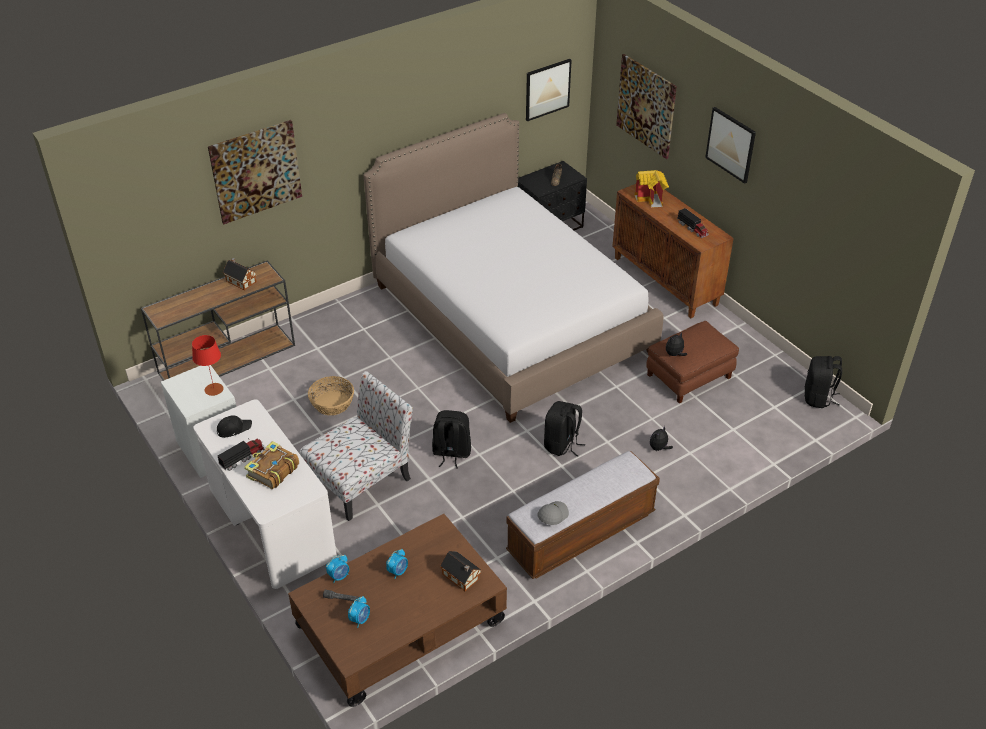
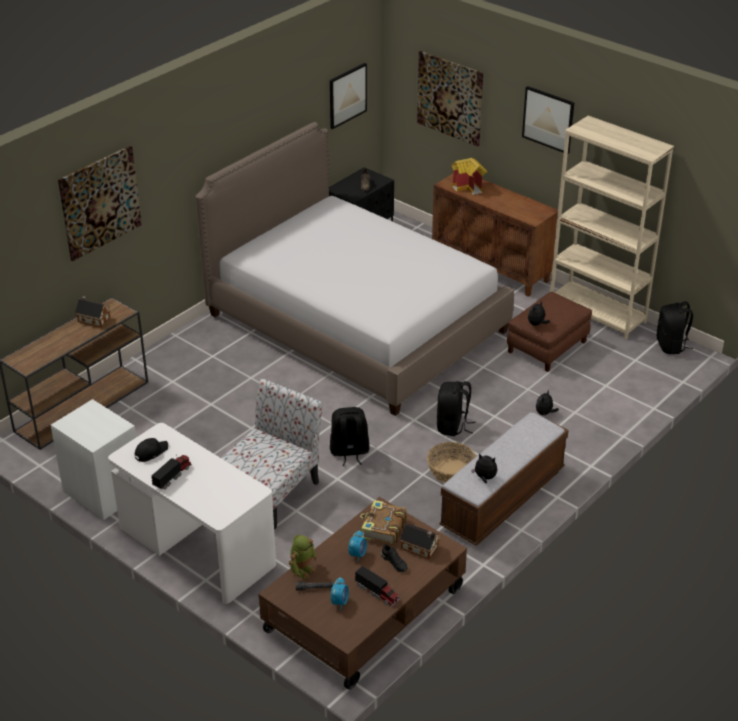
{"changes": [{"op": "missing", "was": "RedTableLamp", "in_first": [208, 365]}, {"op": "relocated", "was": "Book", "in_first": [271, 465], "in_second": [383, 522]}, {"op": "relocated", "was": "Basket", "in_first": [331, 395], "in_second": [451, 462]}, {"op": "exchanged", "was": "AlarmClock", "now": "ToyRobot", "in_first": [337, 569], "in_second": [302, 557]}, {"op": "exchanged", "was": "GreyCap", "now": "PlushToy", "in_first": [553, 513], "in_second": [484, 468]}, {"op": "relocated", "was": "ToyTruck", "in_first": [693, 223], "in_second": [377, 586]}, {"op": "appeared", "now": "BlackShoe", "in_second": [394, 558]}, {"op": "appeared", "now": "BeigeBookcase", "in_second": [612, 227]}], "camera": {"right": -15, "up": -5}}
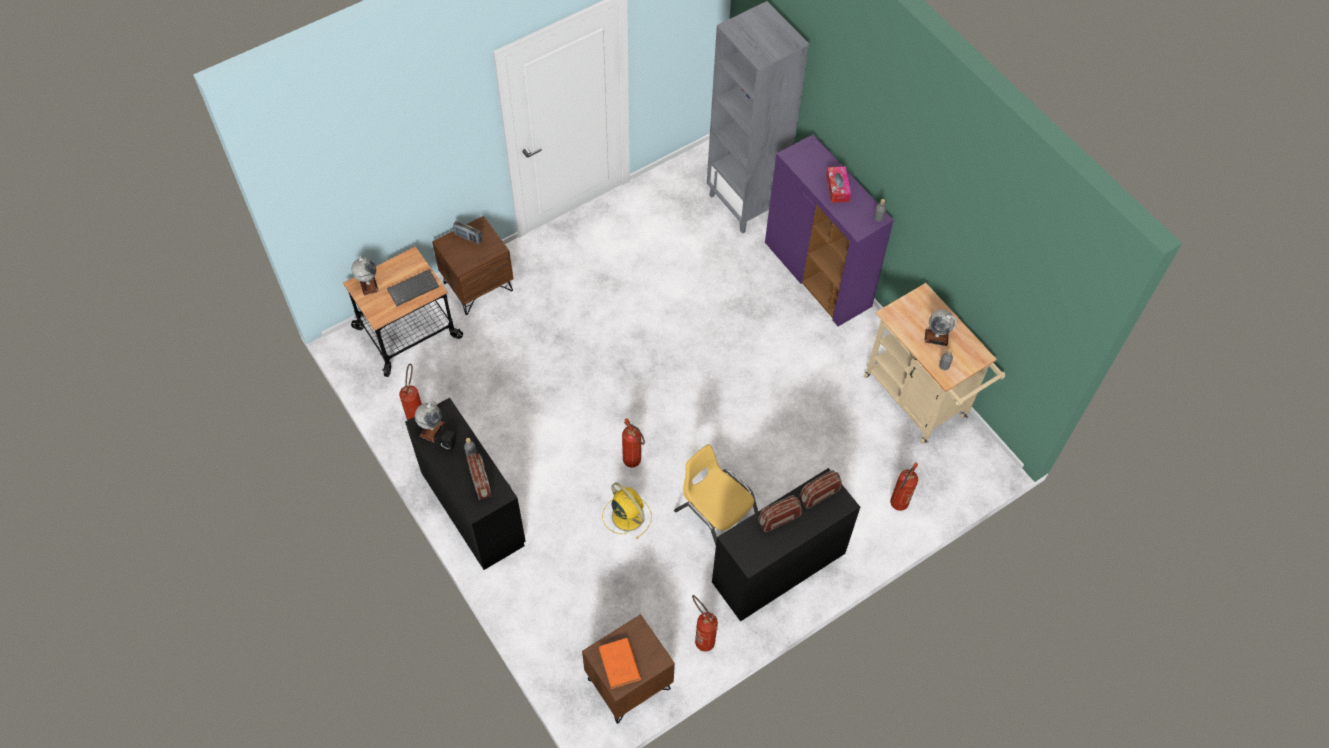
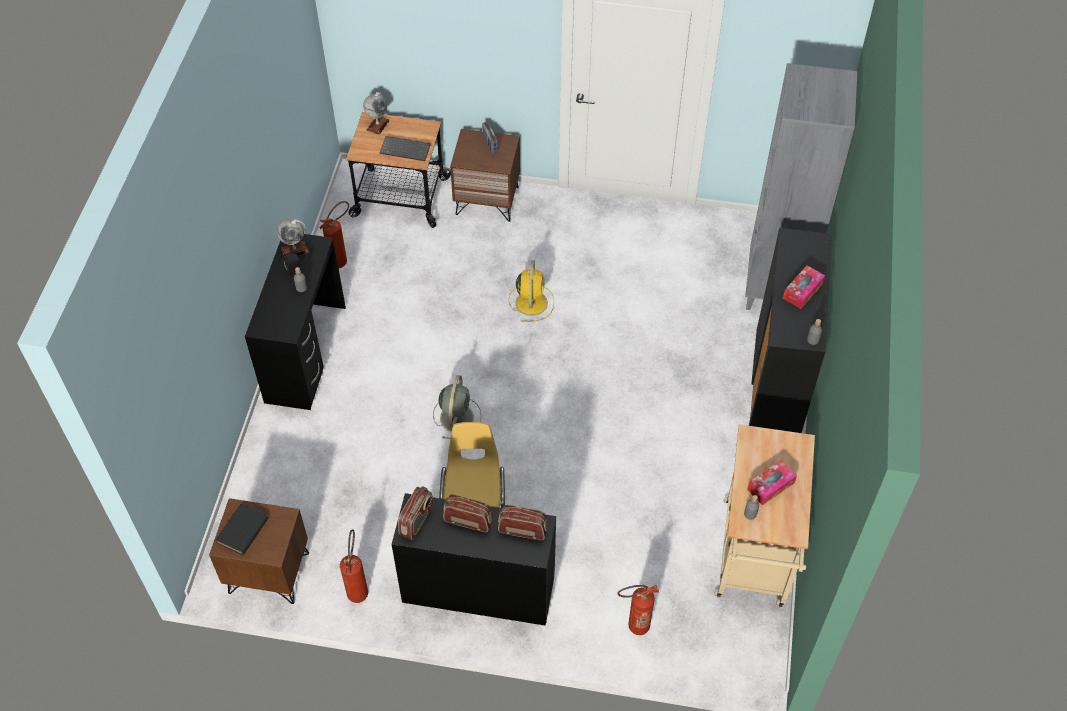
{"changes": [{"op": "relocated", "was": "Radio", "in_first": [479, 476], "in_second": [416, 513]}, {"op": "colour", "was": "OrangeBook", "now": "BlackBook", "in_first": [620, 663], "in_second": [241, 529]}, {"op": "relocated", "was": "YellowFan", "in_first": [627, 510], "in_second": [531, 291]}, {"op": "exchanged", "was": "FireExtinguisher", "now": "GreyFan", "in_first": [633, 443], "in_second": [457, 407]}, {"op": "colour", "was": "PurpleCabinet", "now": "BlackCabinet", "in_first": [829, 230], "in_second": [790, 330]}, {"op": "exchanged", "was": "Globe", "now": "TissueBox", "in_first": [940, 328], "in_second": [772, 482]}], "camera": {"right": 45, "up": -5}}
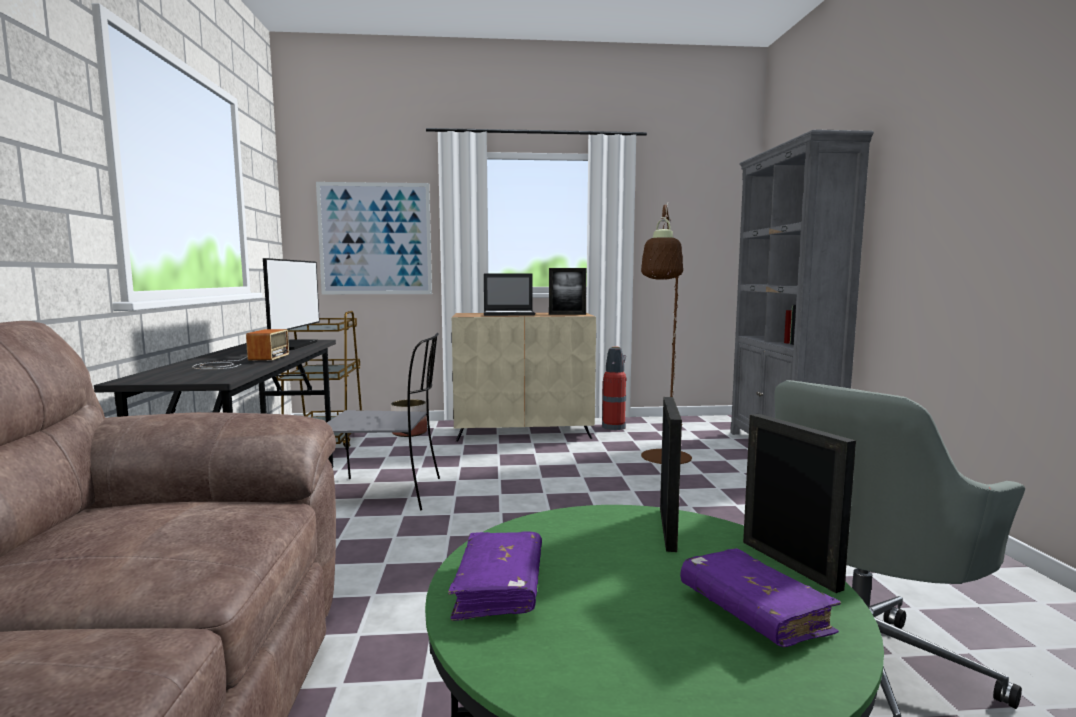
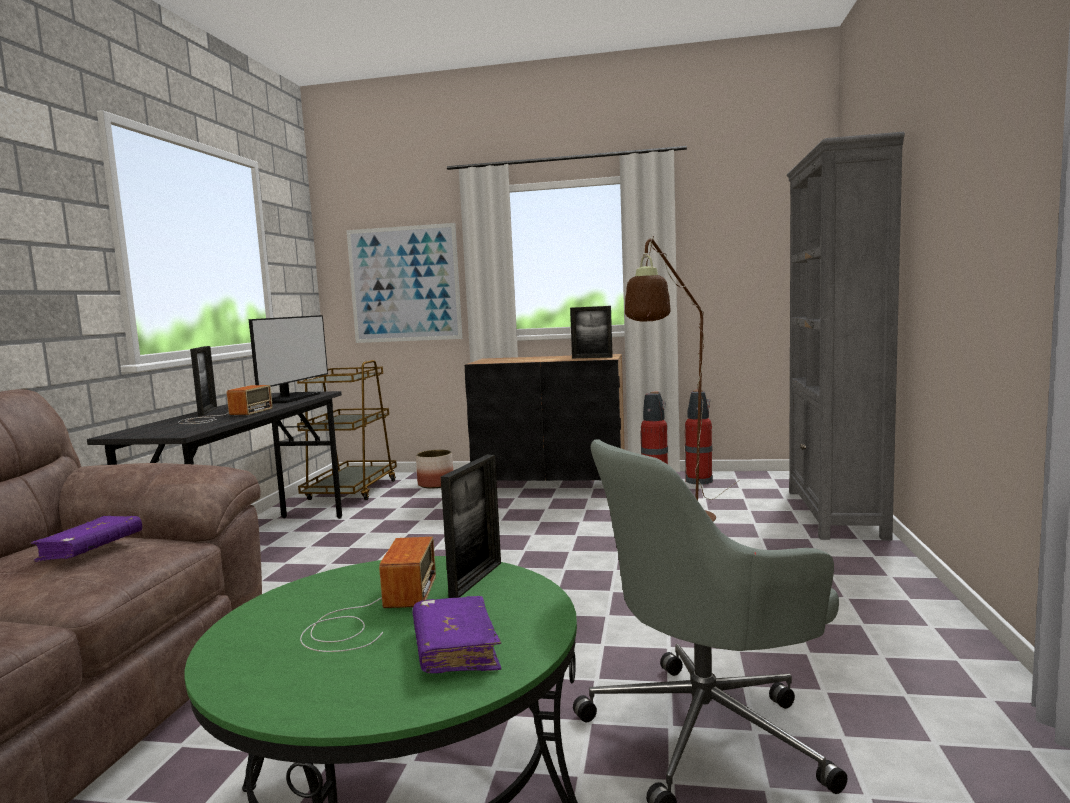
{"changes": [{"op": "missing", "was": "GreyChair", "in_first": [383, 422]}, {"op": "relocated", "was": "PurpleBook", "in_first": [495, 576], "in_second": [86, 539]}, {"op": "colour", "was": "BeigeCabinet", "now": "BlackCabinet", "in_first": [523, 377], "in_second": [545, 417]}, {"op": "missing", "was": "Laptop", "in_first": [509, 295]}, {"op": "relocated", "was": "PictureFrame", "in_first": [799, 503], "in_second": [203, 381]}, {"op": "appeared", "now": "Radio", "in_second": [368, 594]}, {"op": "appeared", "now": "FireExtinguisher", "in_second": [698, 437]}], "camera": {"right": 15, "up": 0}}
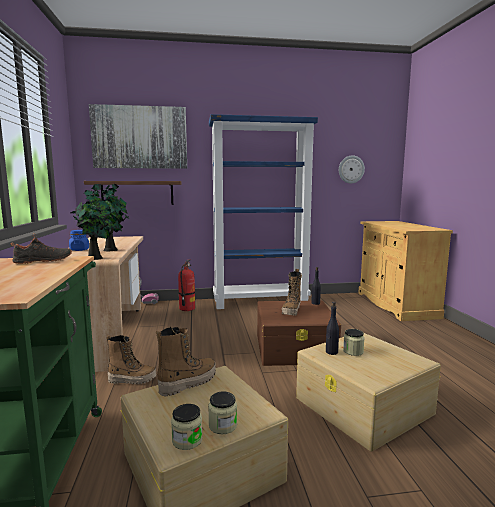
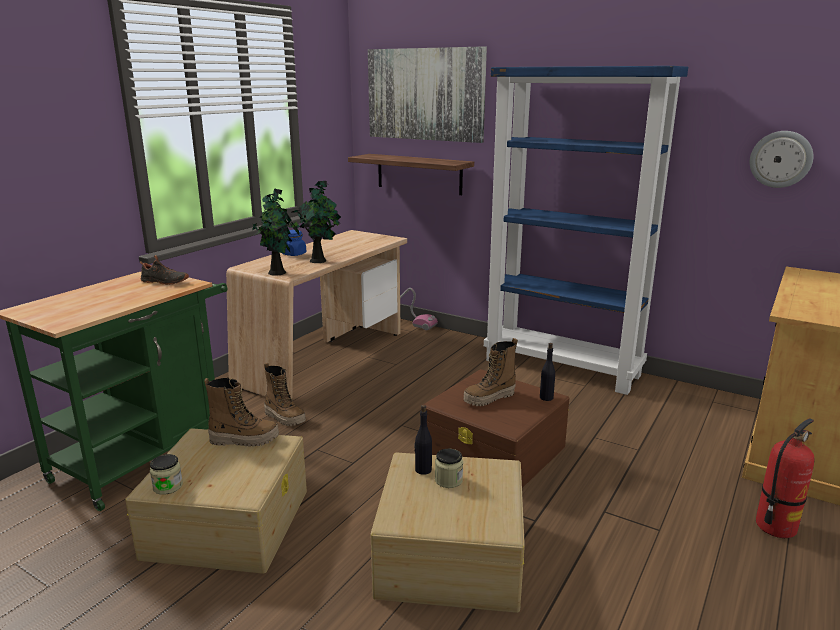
{"changes": [{"op": "relocated", "was": "FireExtinguisher", "in_first": [186, 285], "in_second": [785, 478]}, {"op": "missing", "was": "Jar", "in_first": [222, 412]}], "camera": {"right": 40, "up": 10}}
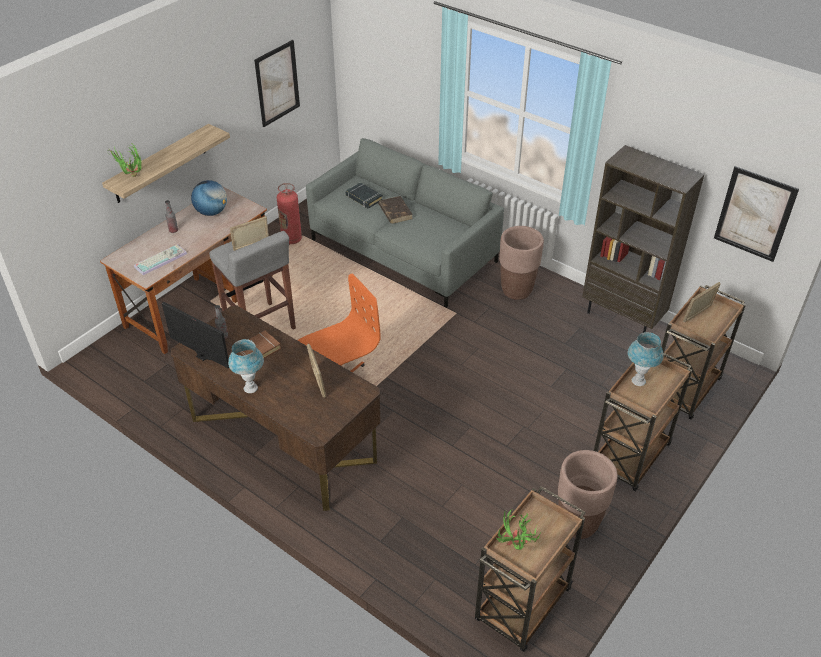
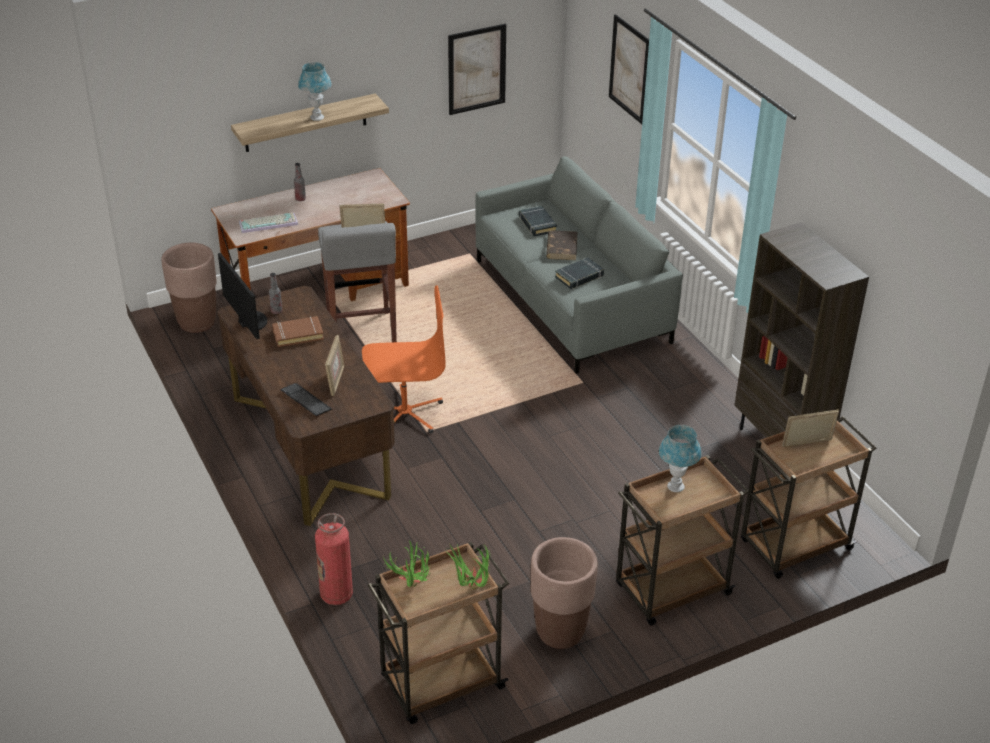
{"changes": [{"op": "relocated", "was": "PottedPlant", "in_first": [124, 161], "in_second": [467, 566]}, {"op": "missing", "was": "Globe", "in_first": [209, 198]}, {"op": "relocated", "was": "BlueTableLamp", "in_first": [246, 366], "in_second": [315, 91]}, {"op": "relocated", "was": "FireExtinguisher", "in_first": [289, 213], "in_second": [334, 559]}, {"op": "relocated", "was": "BrownPlanter", "in_first": [521, 263], "in_second": [189, 288]}, {"op": "relocated", "was": "Picture", "in_first": [756, 214], "in_second": [629, 69]}, {"op": "appeared", "now": "Keyboard", "in_second": [306, 400]}, {"op": "appeared", "now": "BlackBook", "in_second": [579, 273]}], "camera": {"right": 25, "up": -5}}
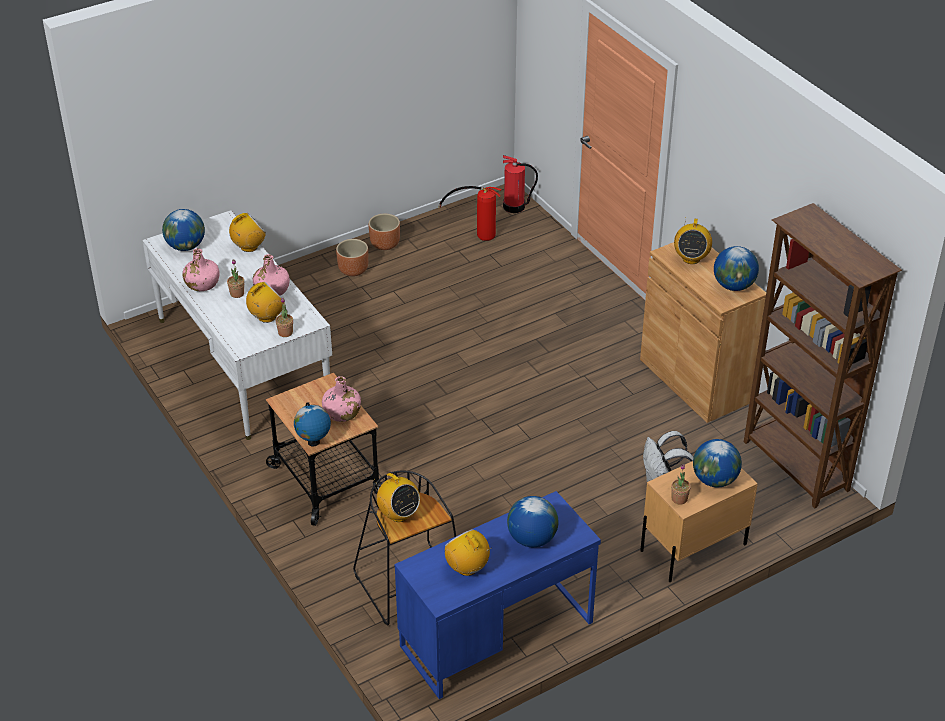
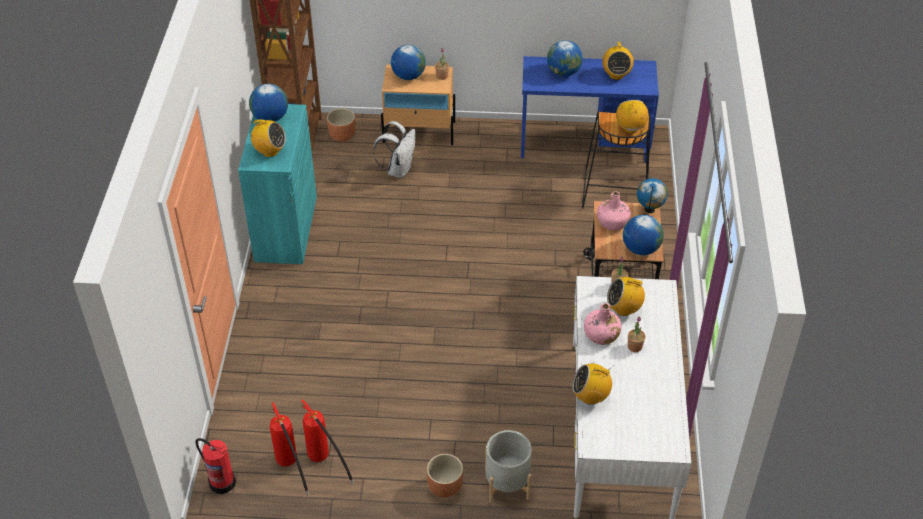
{"changes": [{"op": "relocated", "was": "Globe", "in_first": [183, 230], "in_second": [643, 235]}, {"op": "missing", "was": "PinkBottle", "in_first": [200, 269]}, {"op": "relocated", "was": "BrownPlanter", "in_first": [384, 232], "in_second": [341, 124]}, {"op": "colour", "was": "BrownCabinet", "now": "TurquoiseCabinet", "in_first": [703, 332], "in_second": [277, 184]}, {"op": "spun", "was": "Radio", "in_first": [693, 241], "in_second": [267, 138], "clockwise": 60}, {"op": "appeared", "now": "FireExtinguisher", "in_second": [327, 442]}, {"op": "appeared", "now": "GreyPlanter", "in_second": [508, 466]}], "camera": {"right": -145, "up": 5}}
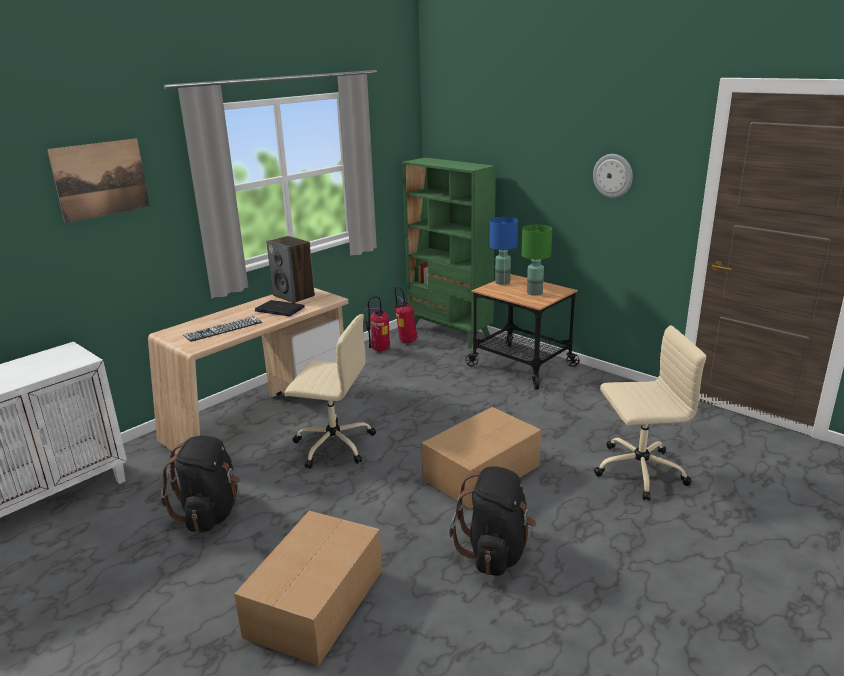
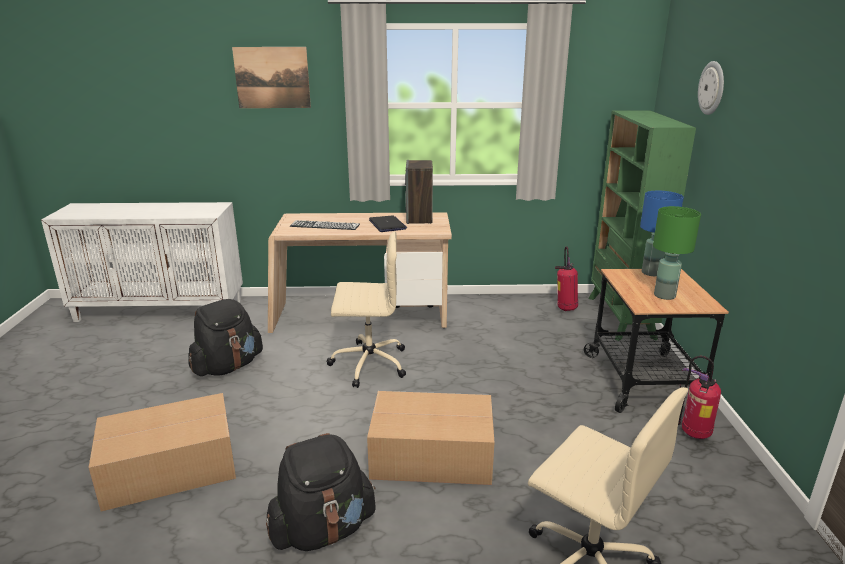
{"changes": [{"op": "spun", "was": "BeigeOfficeChair", "in_first": [330, 391], "in_second": [366, 309], "clockwise": -60}, {"op": "relocated", "was": "FireExtinguisher", "in_first": [377, 324], "in_second": [699, 397]}, {"op": "relocated", "was": "WallClock", "in_first": [613, 176], "in_second": [711, 88]}], "camera": {"right": 45, "up": 0}}
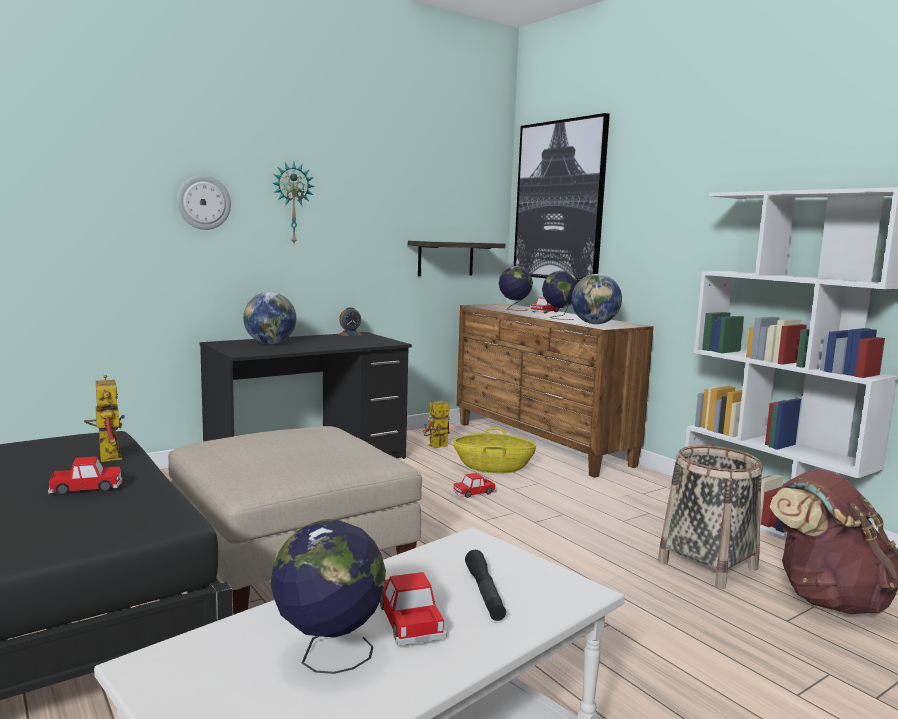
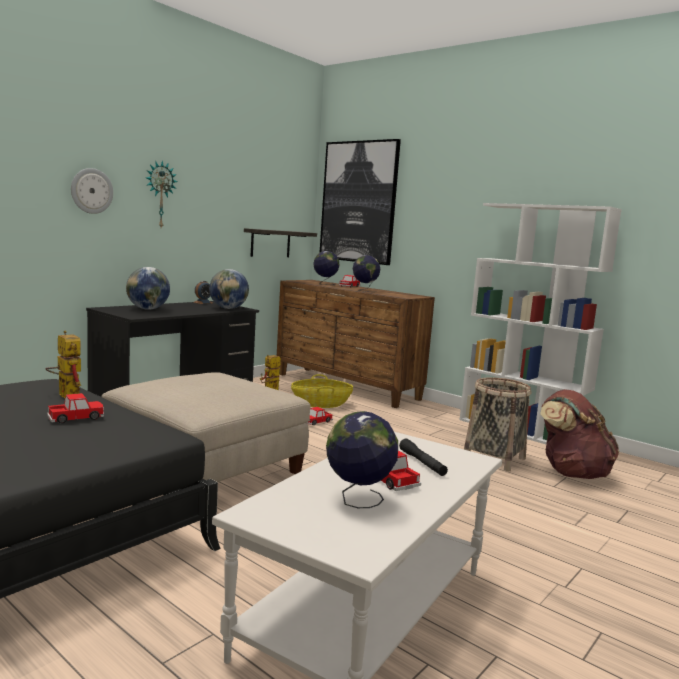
{"changes": [{"op": "relocated", "was": "Globe", "in_first": [596, 299], "in_second": [229, 289]}], "camera": {"right": -15, "up": 0}}
